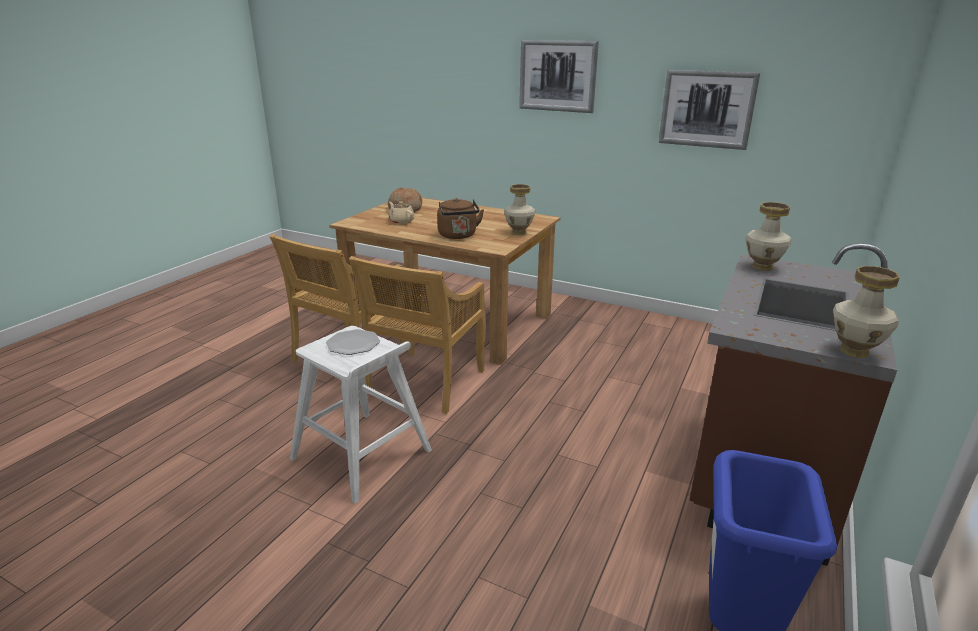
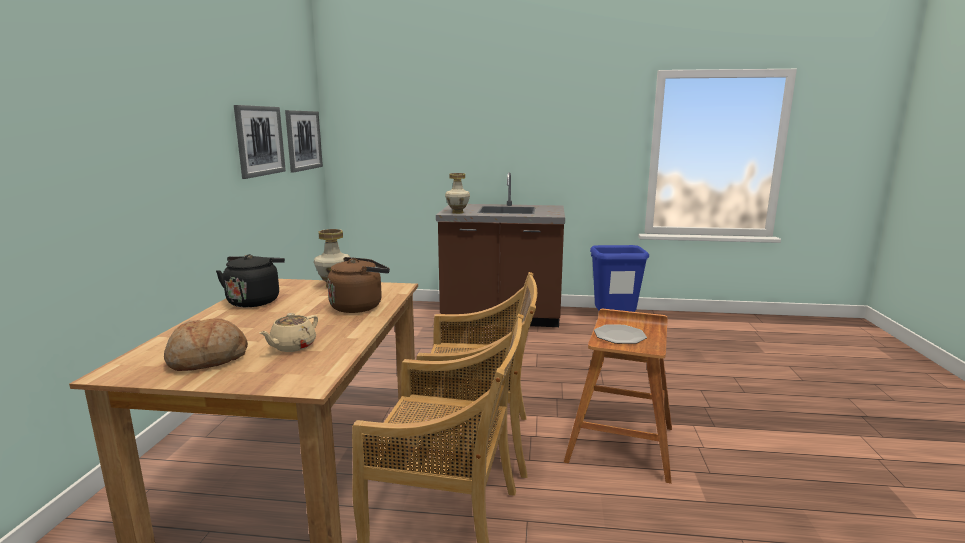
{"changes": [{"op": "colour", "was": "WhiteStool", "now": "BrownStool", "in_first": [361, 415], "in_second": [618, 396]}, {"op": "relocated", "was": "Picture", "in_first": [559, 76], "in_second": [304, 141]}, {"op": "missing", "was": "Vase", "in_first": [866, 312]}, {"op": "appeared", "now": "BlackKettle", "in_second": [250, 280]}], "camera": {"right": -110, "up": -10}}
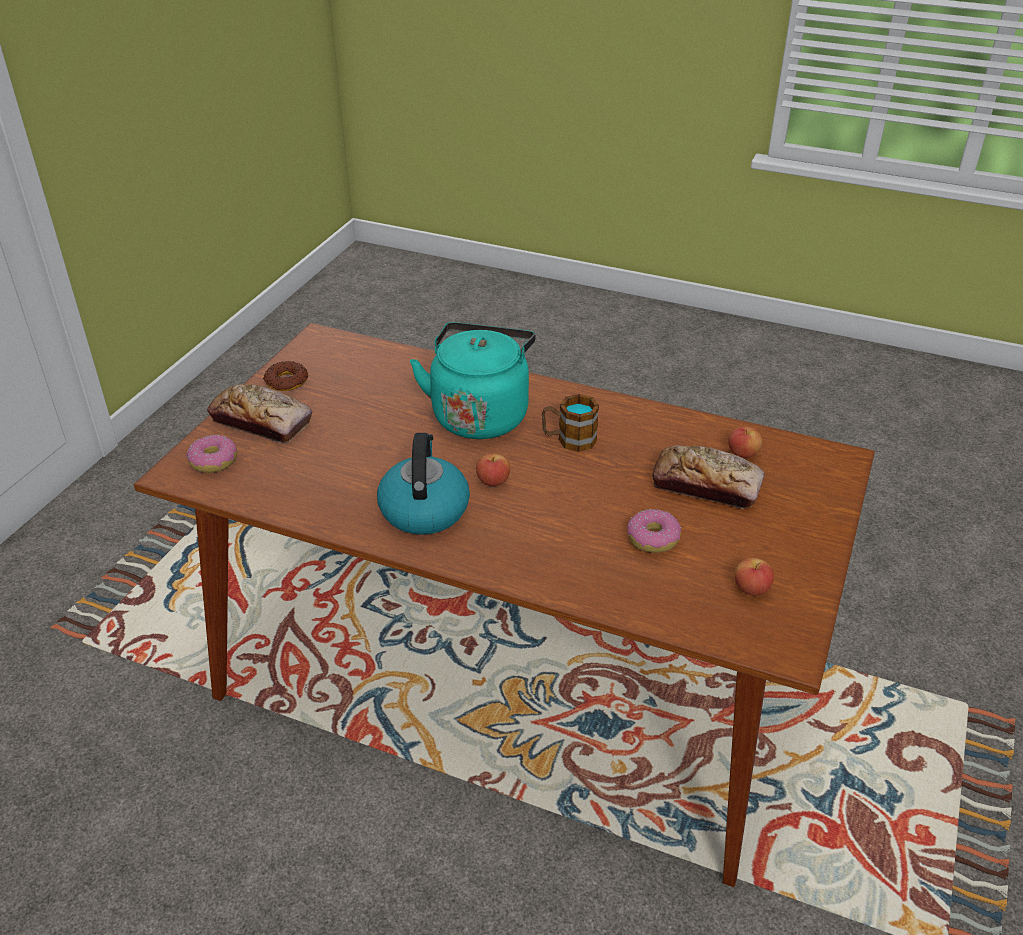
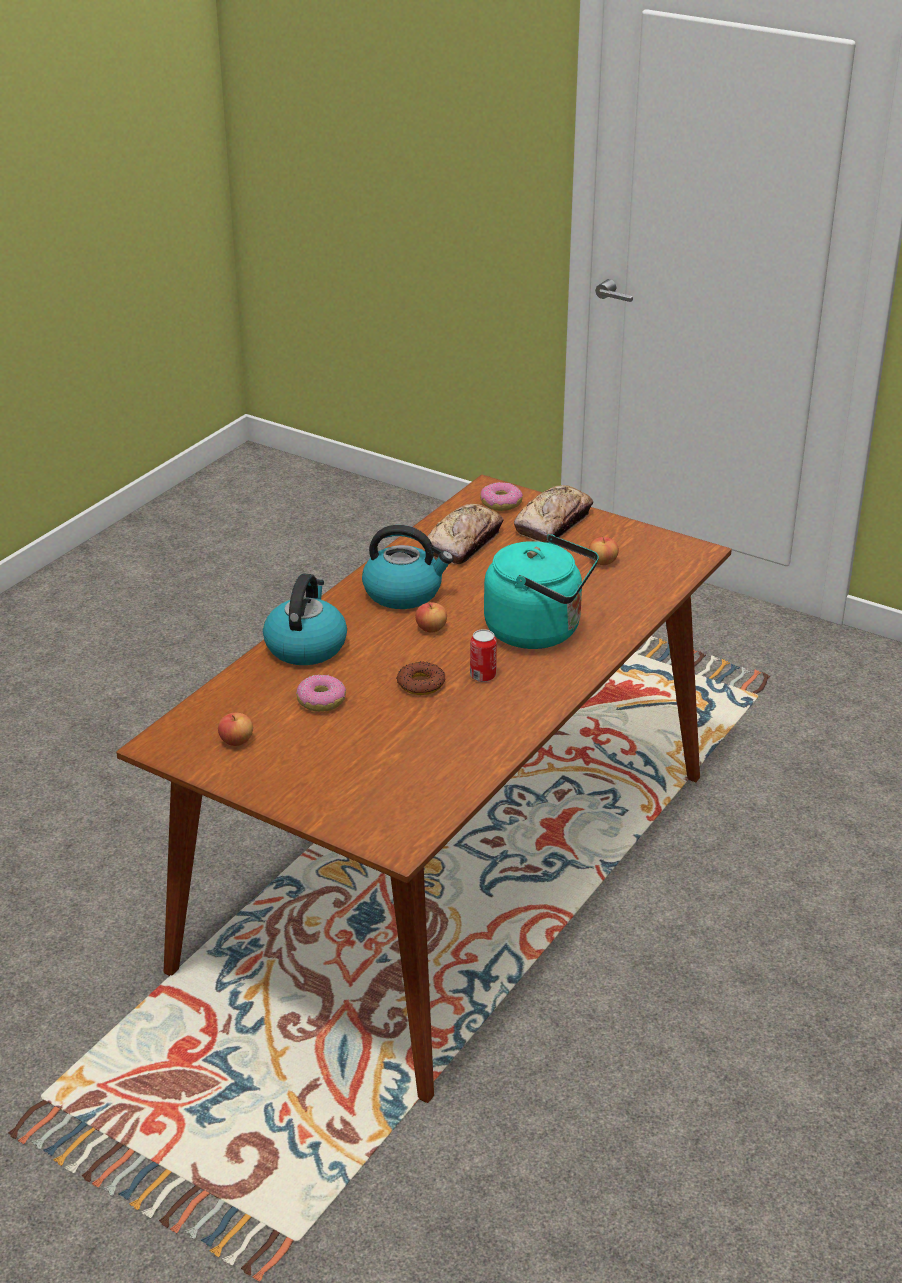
{"changes": [{"op": "relocated", "was": "Donut", "in_first": [285, 376], "in_second": [420, 678]}, {"op": "exchanged", "was": "Mug", "now": "Can", "in_first": [570, 423], "in_second": [483, 655]}, {"op": "relocated", "was": "Bread", "in_first": [708, 477], "in_second": [465, 534]}, {"op": "relocated", "was": "Apple", "in_first": [745, 442], "in_second": [604, 550]}, {"op": "appeared", "now": "Kettle", "in_second": [305, 619]}], "camera": {"right": 100, "up": -5}}
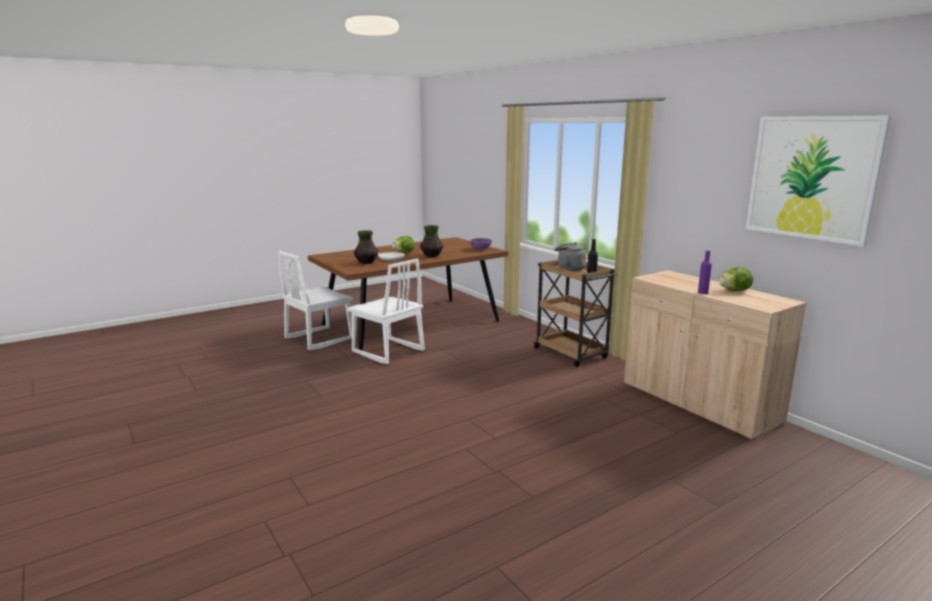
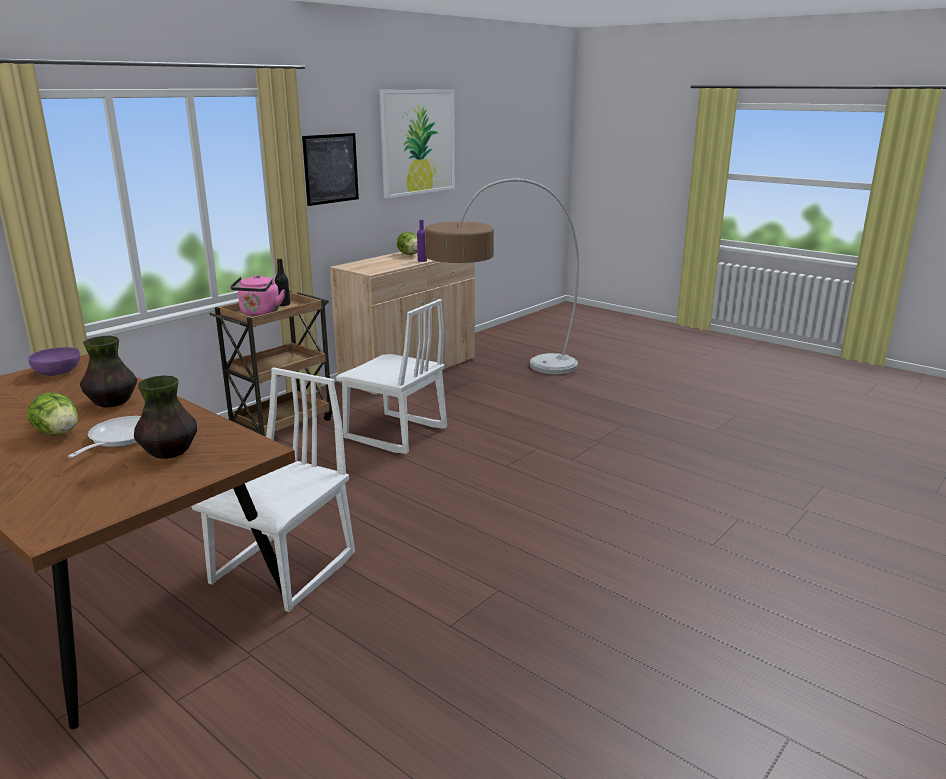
{"changes": [{"op": "relocated", "was": "WhiteChair", "in_first": [316, 300], "in_second": [391, 376]}, {"op": "colour", "was": "GreyKettle", "now": "PinkKettle", "in_first": [570, 257], "in_second": [257, 295]}, {"op": "appeared", "now": "Picture", "in_second": [330, 169]}, {"op": "appeared", "now": "FloorLamp", "in_second": [502, 277]}], "camera": {"right": -105, "up": 5}}
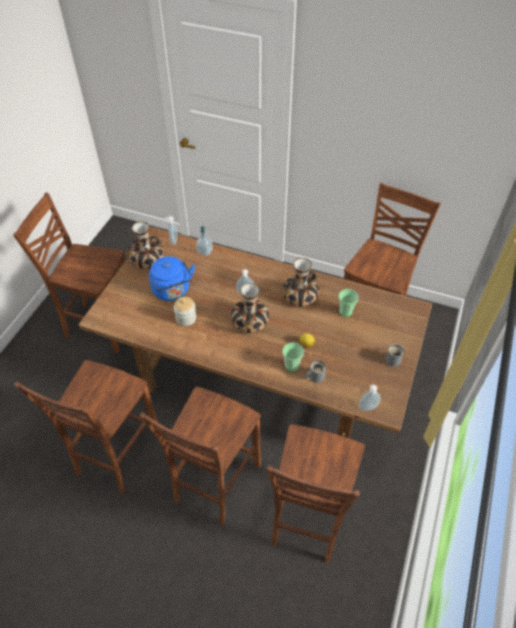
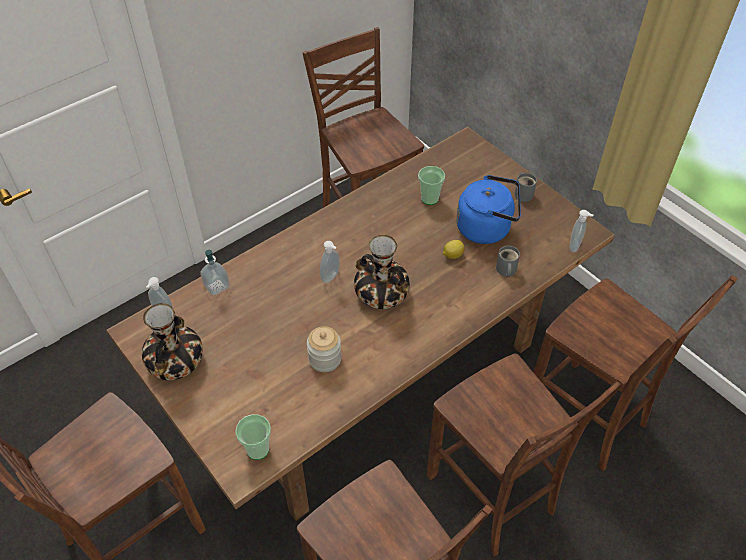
{"changes": [{"op": "relocated", "was": "BlueKettle", "in_first": [172, 279], "in_second": [488, 209]}, {"op": "missing", "was": "Vase", "in_first": [300, 282]}, {"op": "relocated", "was": "Cup", "in_first": [293, 357], "in_second": [253, 437]}], "camera": {"right": -60, "up": 0}}
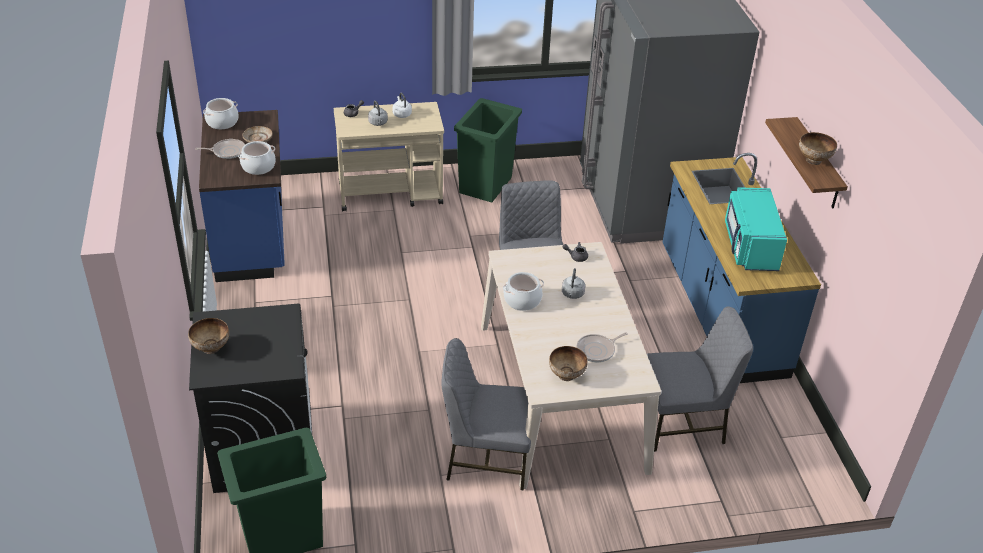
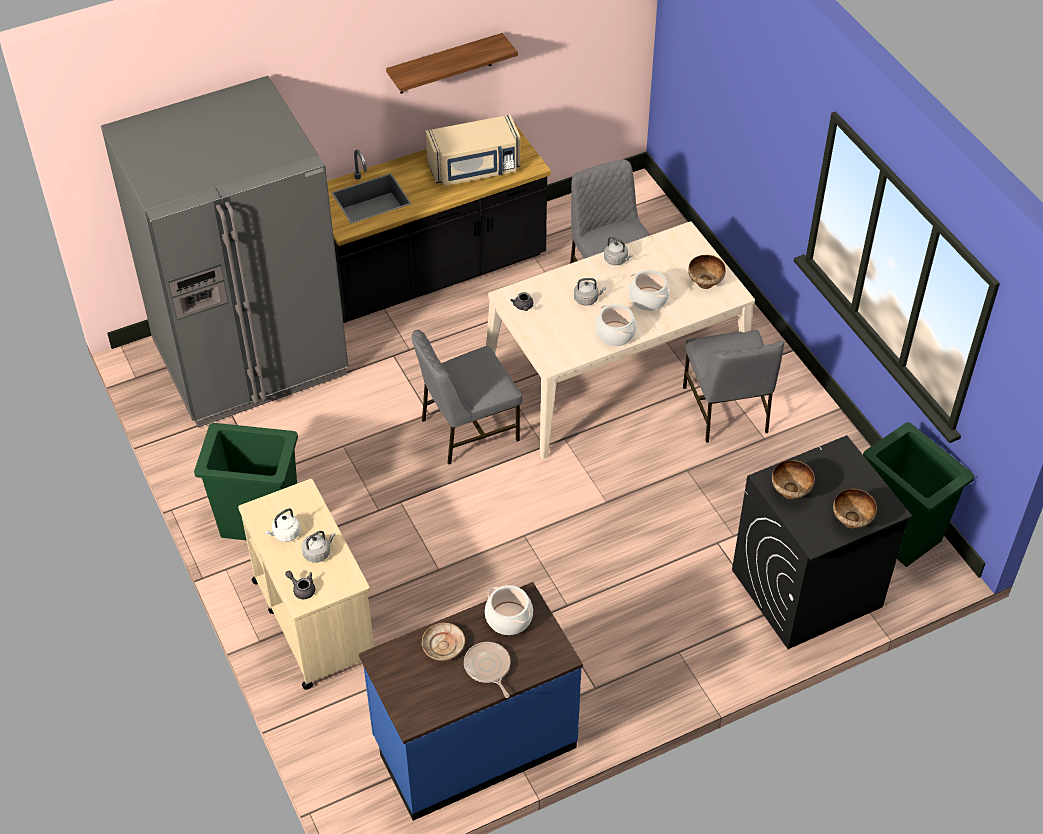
{"changes": [{"op": "relocated", "was": "CookingPot", "in_first": [220, 113], "in_second": [649, 290]}, {"op": "missing", "was": "FryingPan", "in_first": [602, 347]}, {"op": "colour", "was": "BlueCounter", "now": "BlackCounter", "in_first": [742, 268], "in_second": [439, 223]}, {"op": "colour", "was": "TurquoiseMicrowave", "now": "BeigeMicrowave", "in_first": [756, 229], "in_second": [473, 150]}, {"op": "relocated", "was": "Bowl", "in_first": [818, 148], "in_second": [793, 479]}, {"op": "appeared", "now": "GreyKettle", "in_second": [618, 251]}], "camera": {"right": -105, "up": 10}}
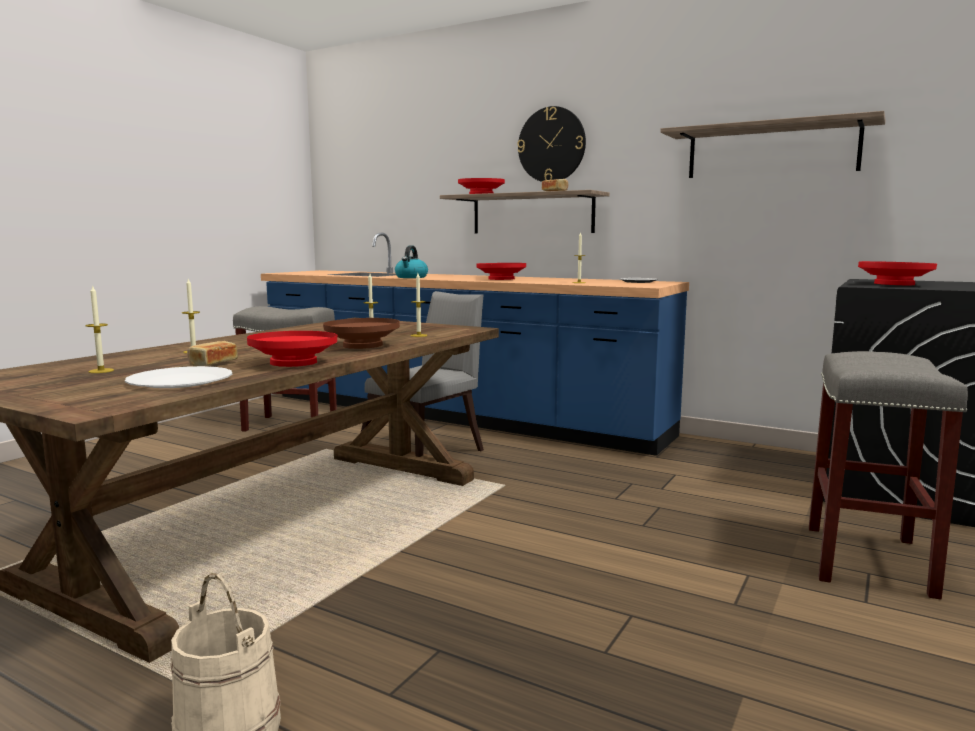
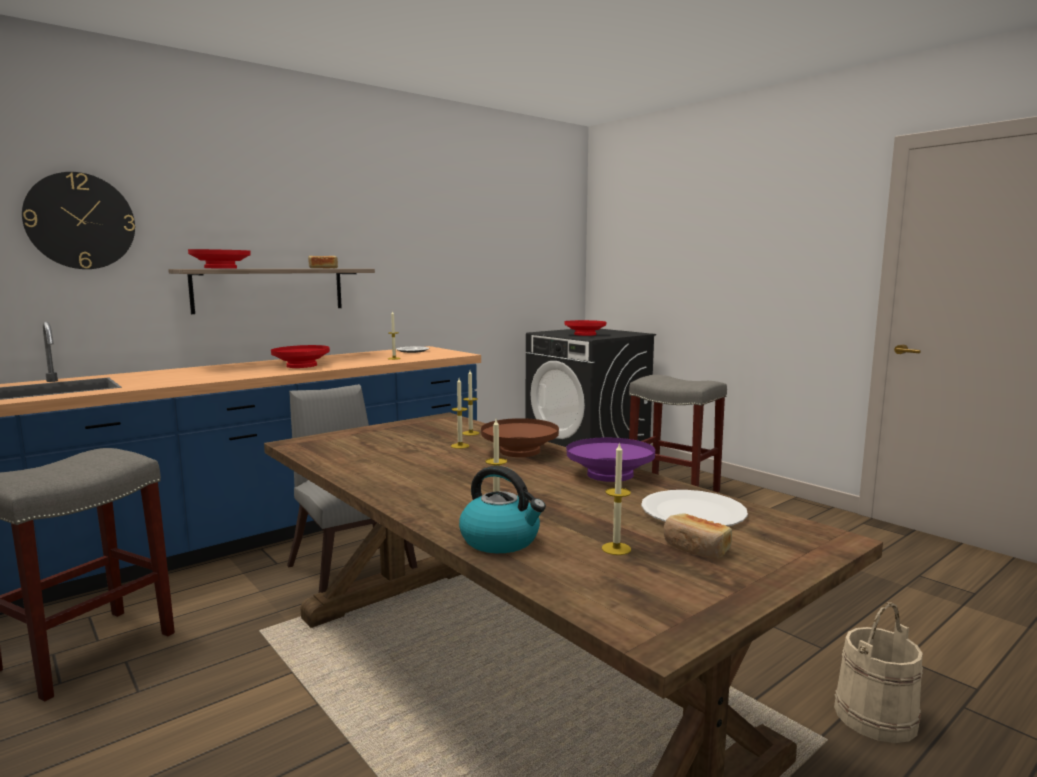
{"changes": [{"op": "relocated", "was": "Bread", "in_first": [212, 353], "in_second": [697, 535]}, {"op": "colour", "was": "RedBowl", "now": "PurpleBowl", "in_first": [292, 349], "in_second": [610, 460]}, {"op": "relocated", "was": "Kettle", "in_first": [411, 261], "in_second": [502, 509]}, {"op": "relocated", "was": "WallClock", "in_first": [551, 144], "in_second": [78, 220]}, {"op": "missing", "was": "Shelf", "in_first": [773, 144]}], "camera": {"right": -70, "up": 0}}
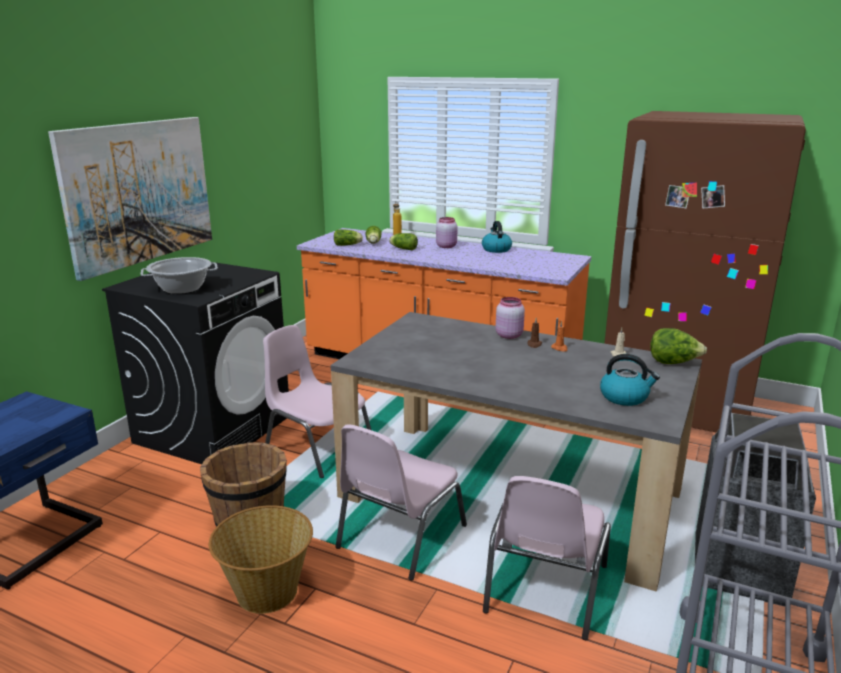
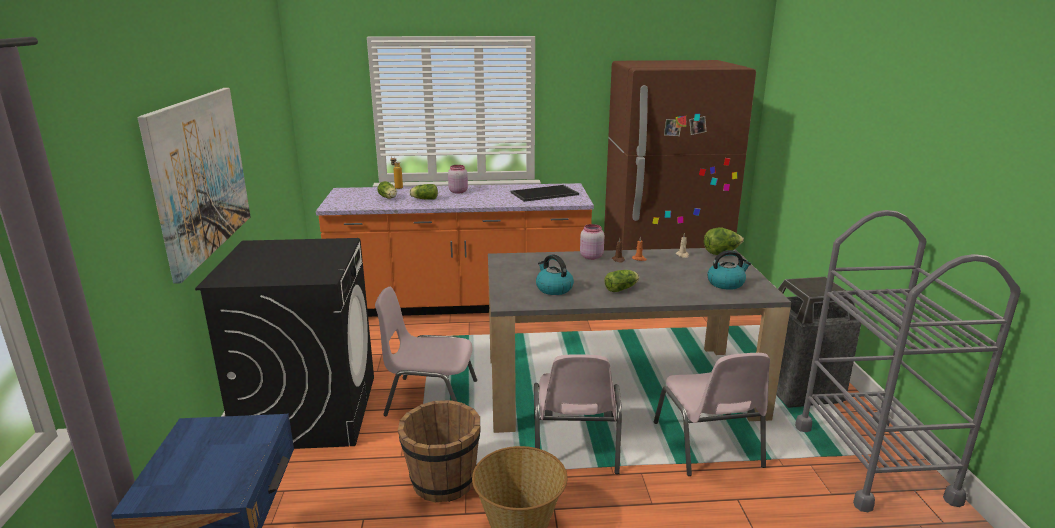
{"changes": [{"op": "missing", "was": "CookingPot", "in_first": [179, 275]}, {"op": "relocated", "was": "Lettuce", "in_first": [348, 237], "in_second": [621, 281]}, {"op": "relocated", "was": "Kettle", "in_first": [497, 237], "in_second": [555, 275]}, {"op": "appeared", "now": "Tray", "in_second": [545, 193]}], "camera": {"right": -30, "up": 0}}
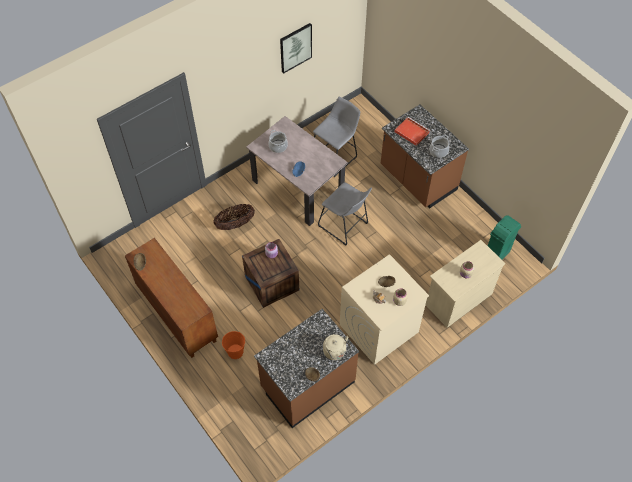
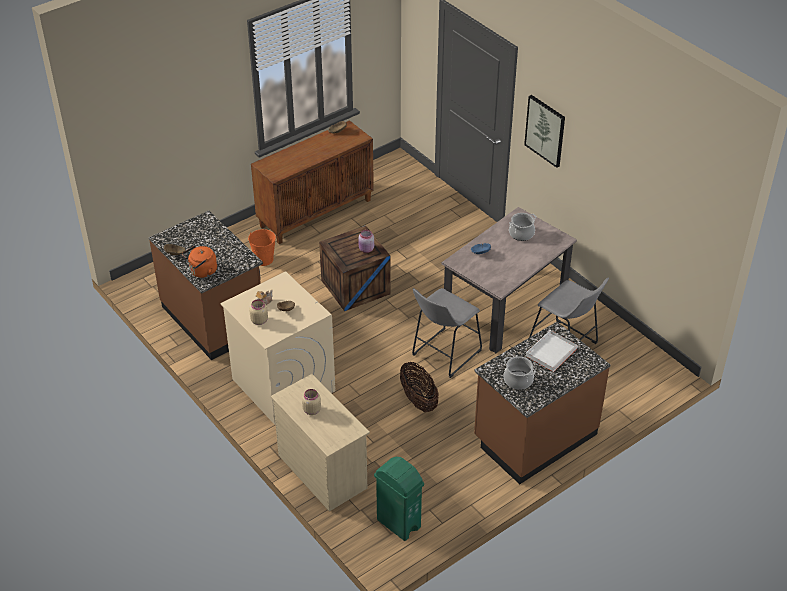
{"changes": [{"op": "relocated", "was": "Basket", "in_first": [234, 217], "in_second": [419, 387]}, {"op": "relocated", "was": "Picture", "in_first": [296, 48], "in_second": [544, 131]}, {"op": "colour", "was": "BeigeKettle", "now": "OrangeKettle", "in_first": [337, 347], "in_second": [199, 261]}, {"op": "colour", "was": "RedTray", "now": "WhiteTray", "in_first": [412, 131], "in_second": [552, 351]}], "camera": {"right": 90, "up": -15}}
